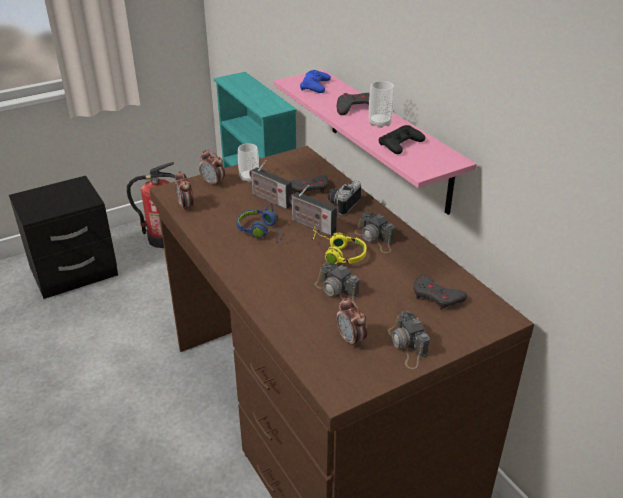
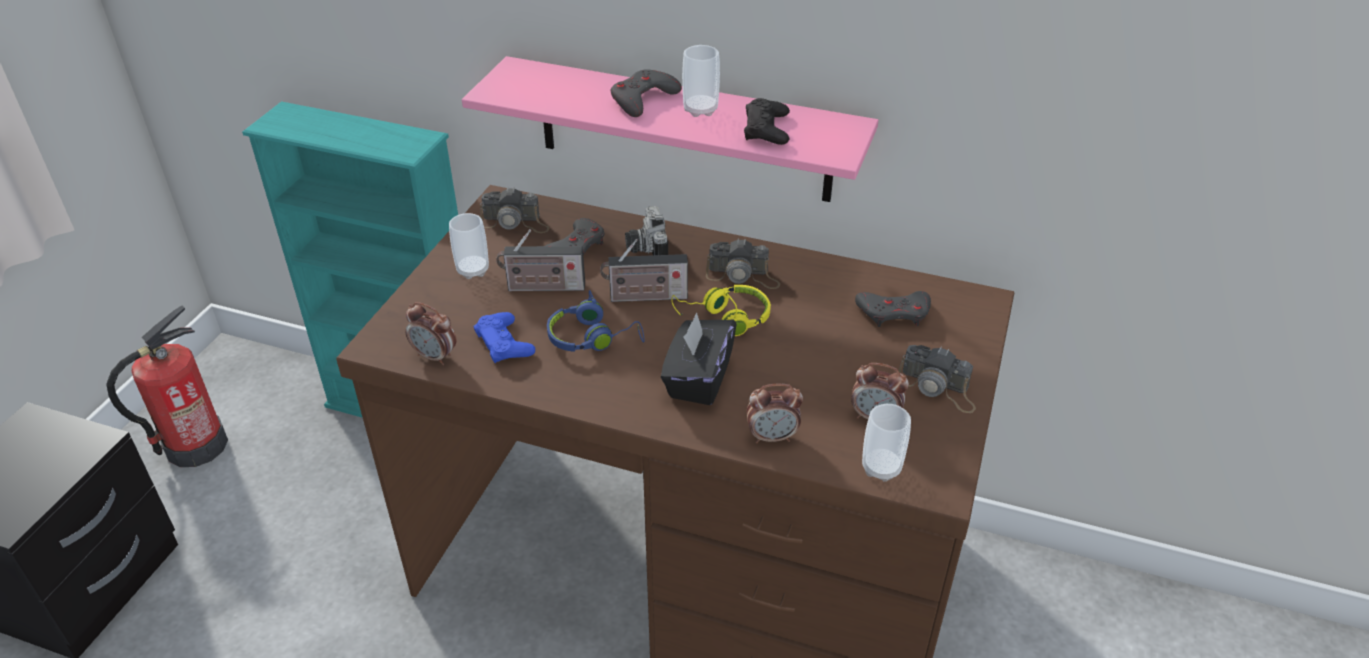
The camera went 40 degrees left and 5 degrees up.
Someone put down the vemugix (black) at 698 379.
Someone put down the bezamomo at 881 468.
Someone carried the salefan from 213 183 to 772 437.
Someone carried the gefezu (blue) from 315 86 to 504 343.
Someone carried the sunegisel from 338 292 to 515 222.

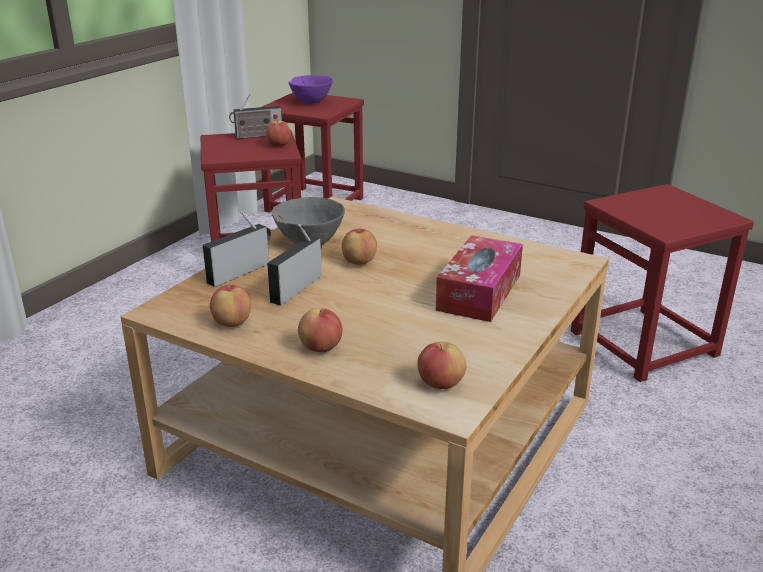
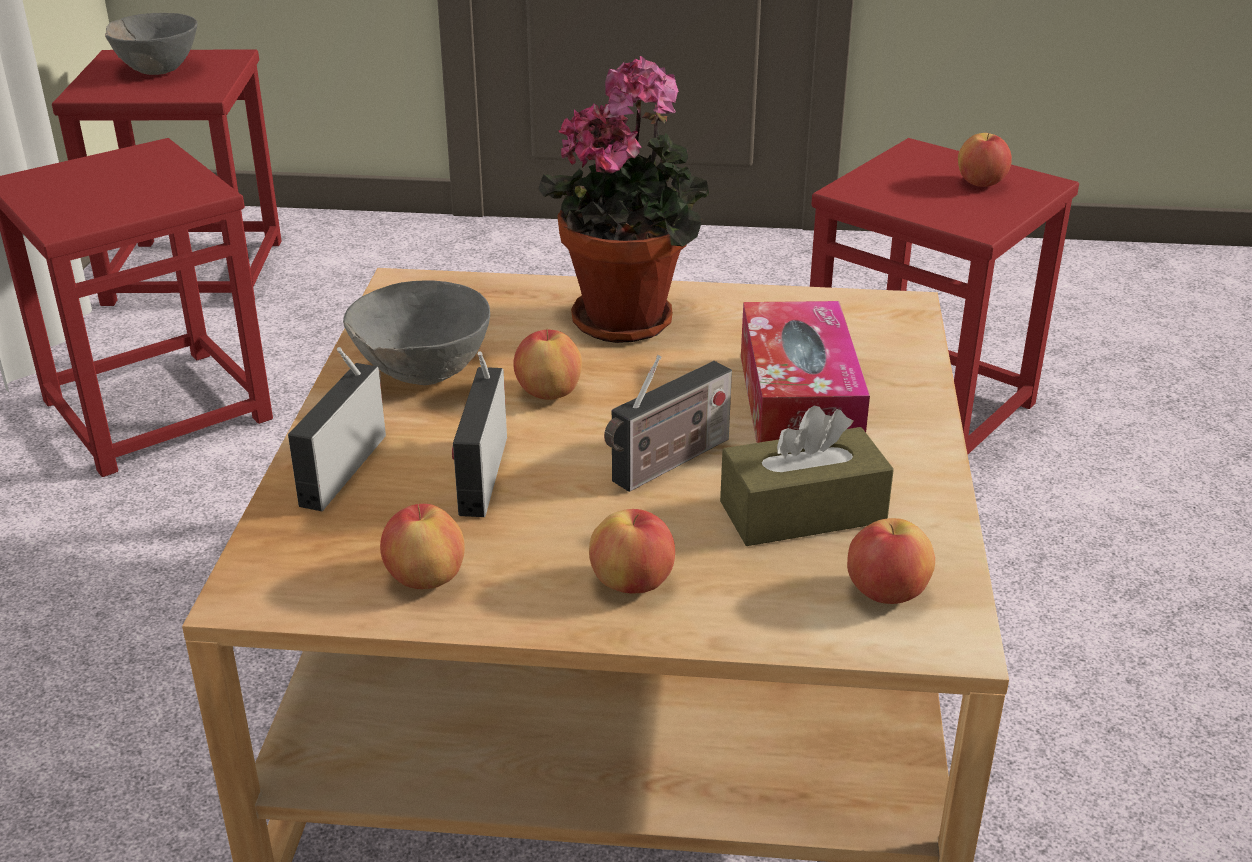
The camera went 25 degrees left and 5 degrees up.
Someone put down the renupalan at 630 318.
Someone put down the vemugix (brown) at 802 512.
Someone carried the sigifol from 257 136 to 667 464.
Someone carried the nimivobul from 279 145 to 981 184.
Someone repainted the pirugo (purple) at 310 102, which became the pirugo (grey) at 157 70.

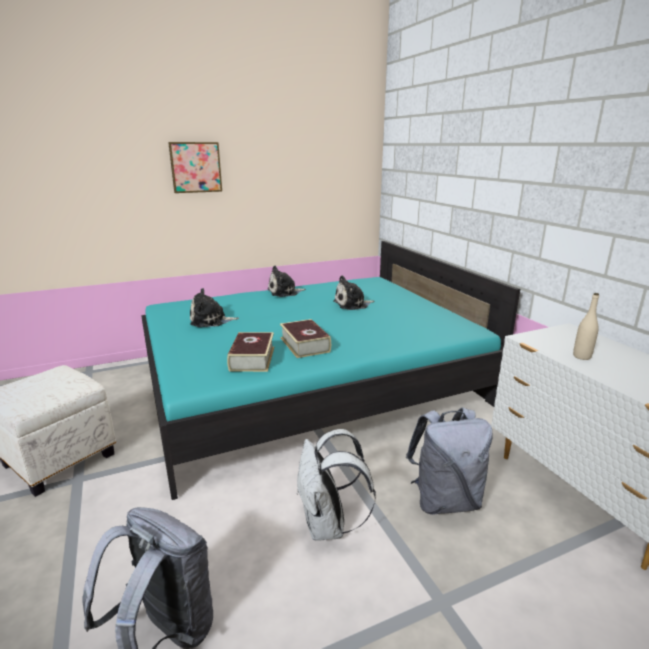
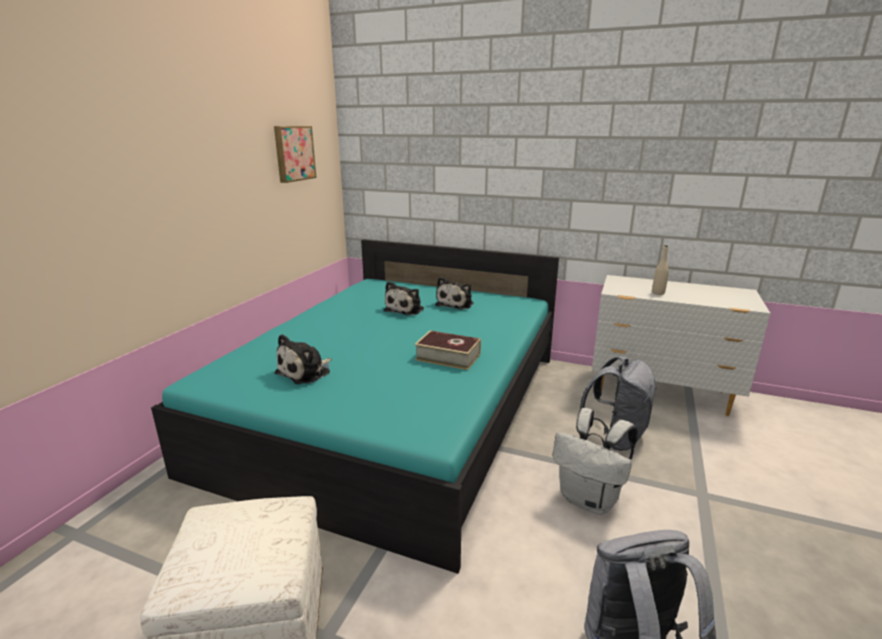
The camera went 45 degrees left and 0 degrees up.
Someone took away the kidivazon at 252 358.
Someone carried the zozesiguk from 195 167 to 293 153.
Someone carried the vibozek from 284 292 to 456 304.

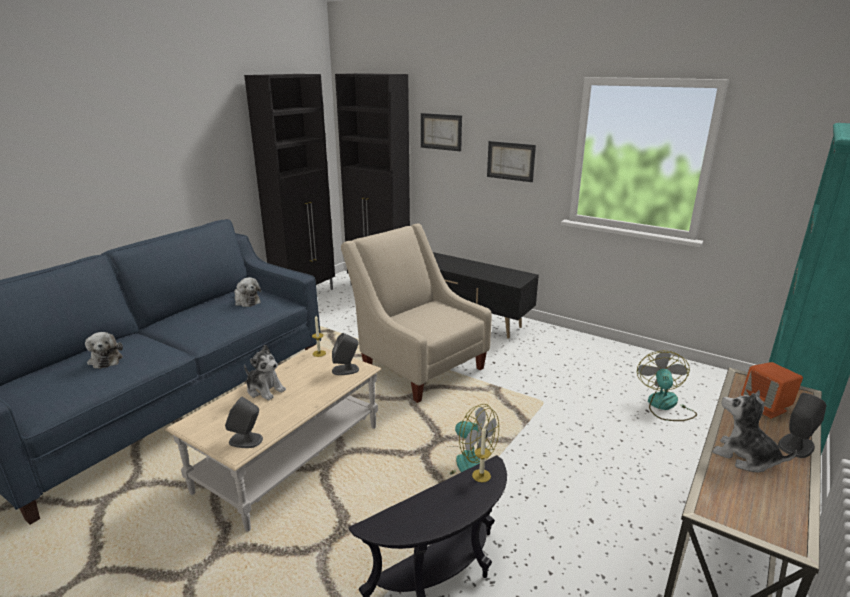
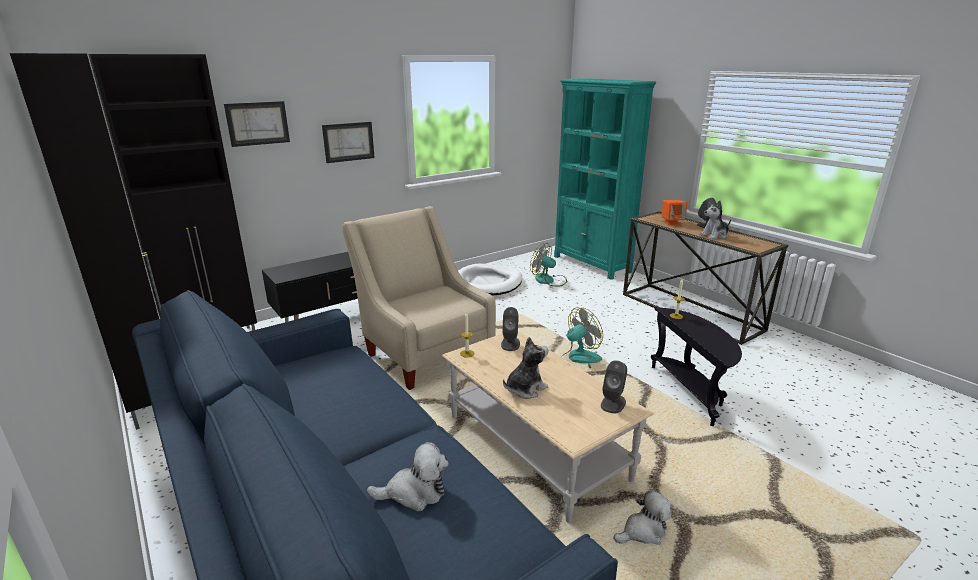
The camera went 70 degrees left and 0 degrees up.
Someone put down the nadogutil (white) at 487 283.
Someone carried the vibozek from 246 301 to 643 531.
Someone rotated the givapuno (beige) at 418 366 by 75 degrees clockwise.

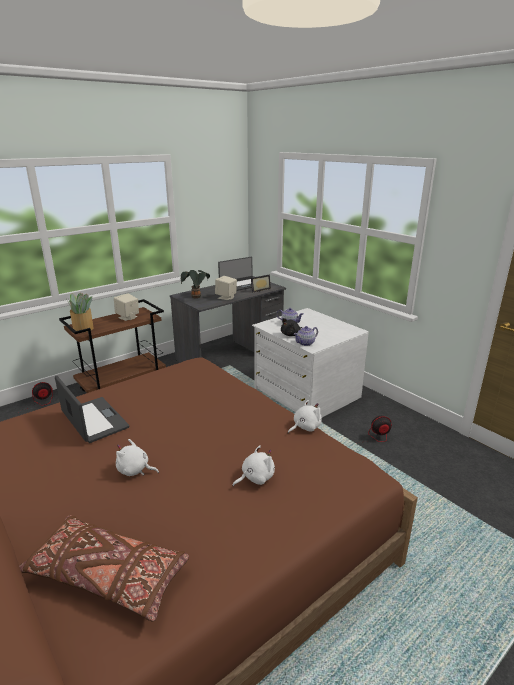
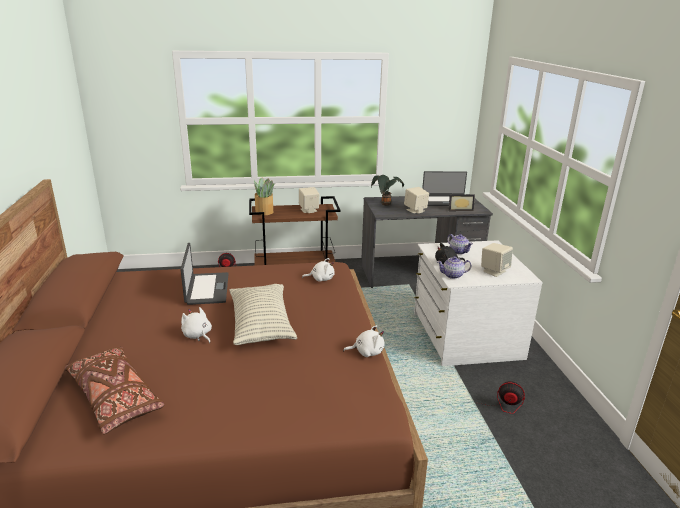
The camera went 30 degrees right and 0 degrees up.
Someone put down the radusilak at 261 325.
Someone put down the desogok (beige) at 494 271.
Someone carried the vibozek (white) from 255 477 to 321 279.

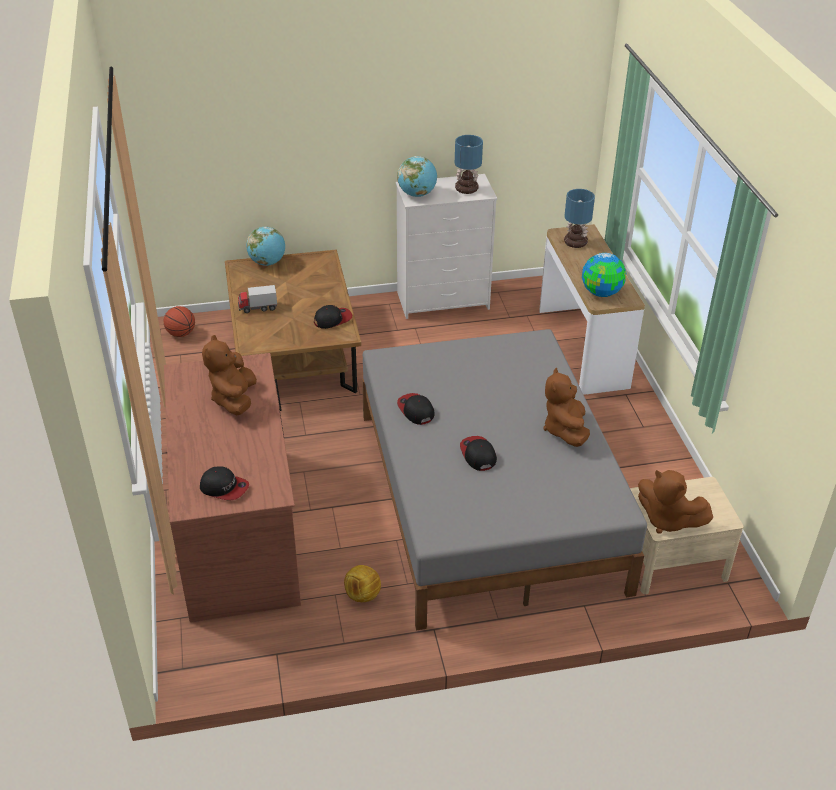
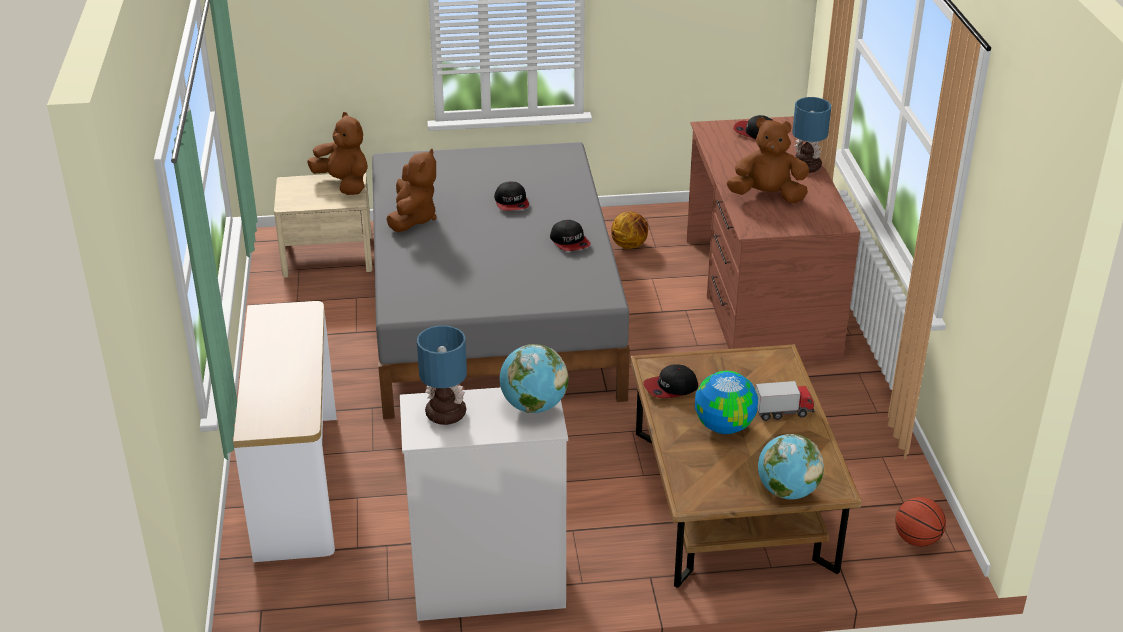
The camera went 175 degrees left and 5 degrees down.
Someone carried the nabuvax from 574 242 to 807 167.
Someone carried the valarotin from 601 292 to 723 426.
Someone swapped the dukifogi at 362 595 for the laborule at 630 245.
Someone rotated the vibozek (brown) at 234 399 by 90 degrees counterclockwise.

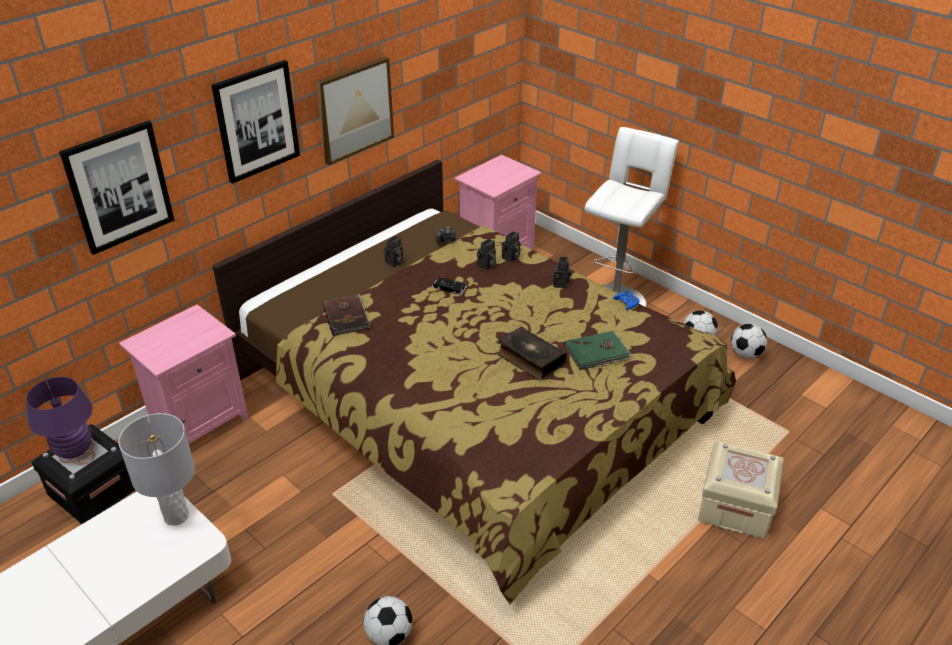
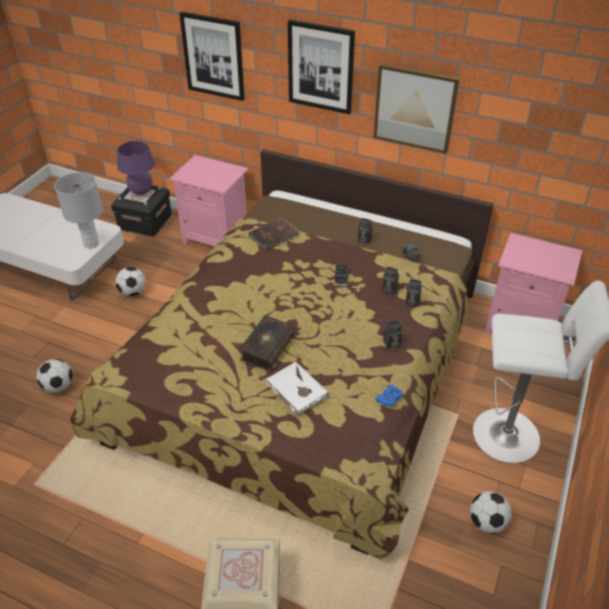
The camera went 70 degrees right and 5 degrees up.
Someone carried the dukifogi from 745 354 to 132 292.
Someone repainted the kidivazon (green) at 597 353, which became the kidivazon (white) at 296 390.

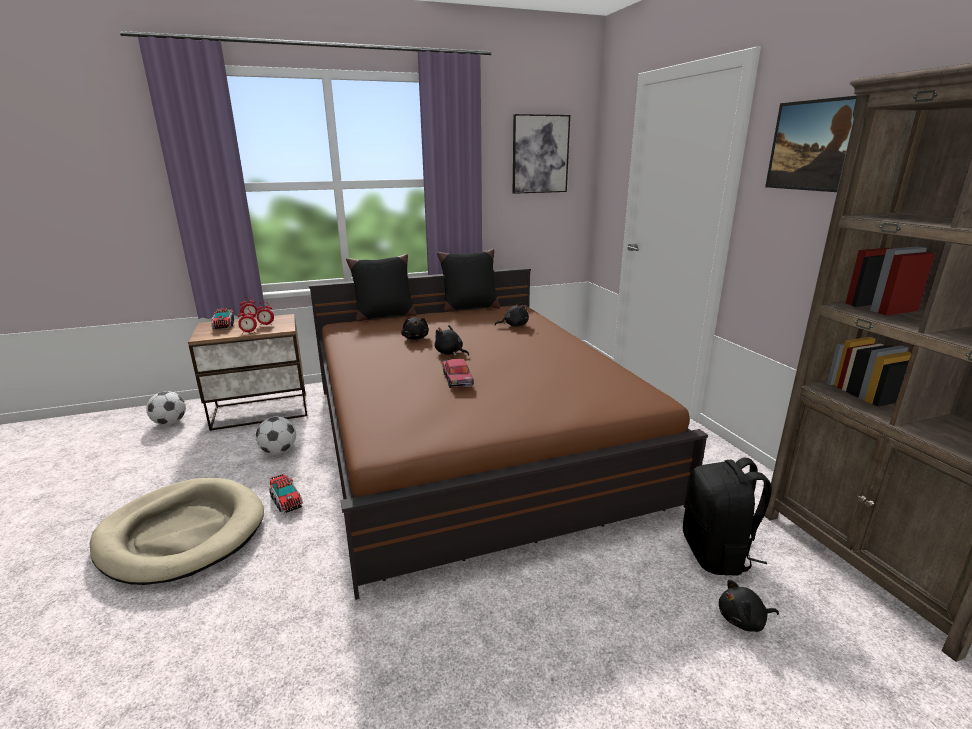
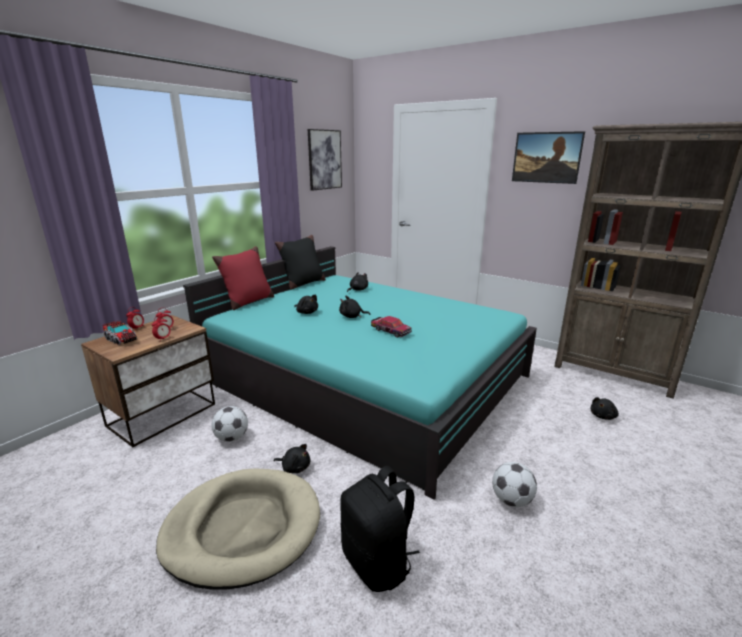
The camera went 35 degrees left and 0 degrees up.
Someone carried the dukifogi from 170 423 to 511 500.
Someone carried the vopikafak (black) from 717 554 to 378 562.
Someone swapped the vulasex at 286 500 for the vibozek (black) at 294 467.
Someone repainted the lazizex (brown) at 470 439, which became the lazizex (turquoise) at 365 378.
Someone repainted the radusilak (black) at 384 316, which became the radusilak (red) at 248 302.

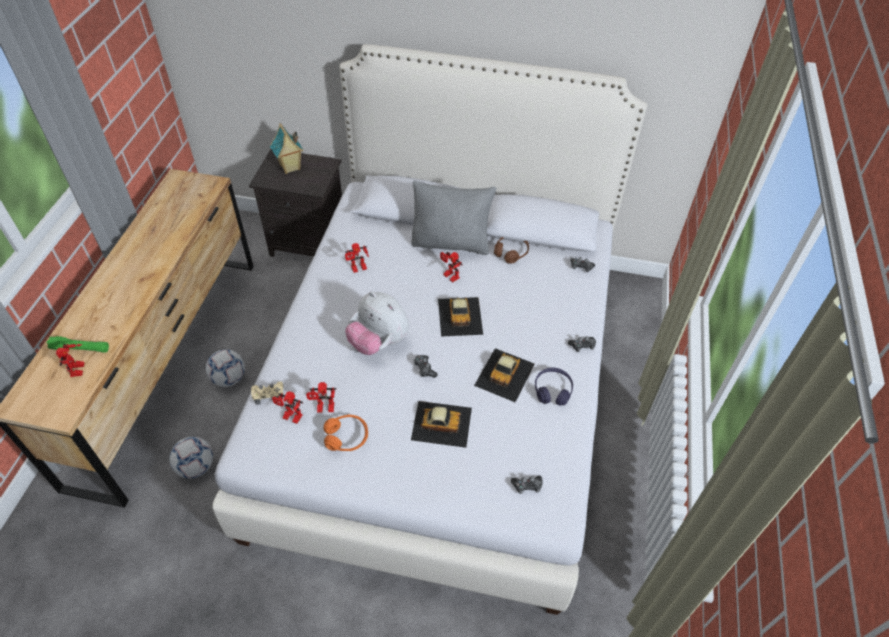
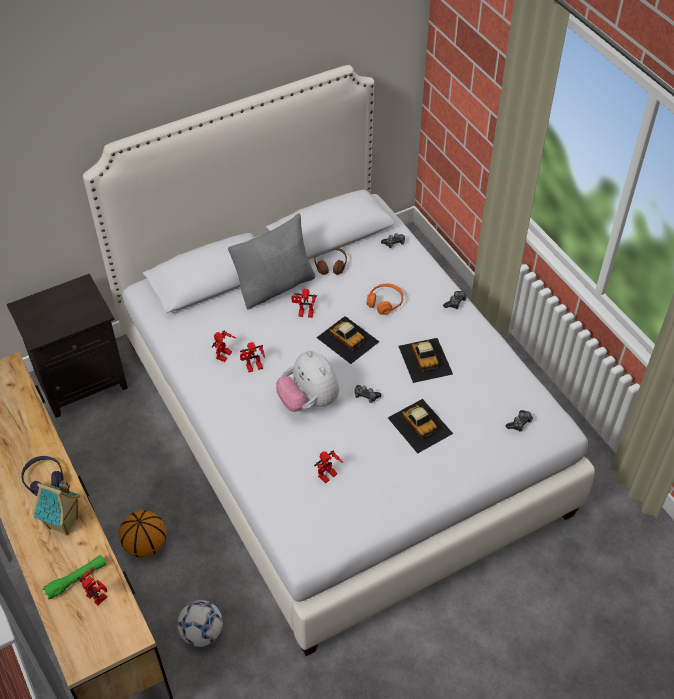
The camera went 40 degrees left and 0 degrees up.
Someone took away the gefezu (beige) at 268 394.
Someone carried the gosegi from 290 168 to 64 524.
Someone carried the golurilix from 290 418 to 253 368.
Someone carried the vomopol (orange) from 346 437 to 385 302.
Someone carried the vomopol (purple) from 552 390 to 44 479.
Someone swapped the dukifogi at 229 378 for the laborule at 145 545.
Someone rotated the vibozek at 378 342 by 60 degrees clockwise.
Someone rotated the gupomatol at 441 423 by 90 degrees clockwise.

